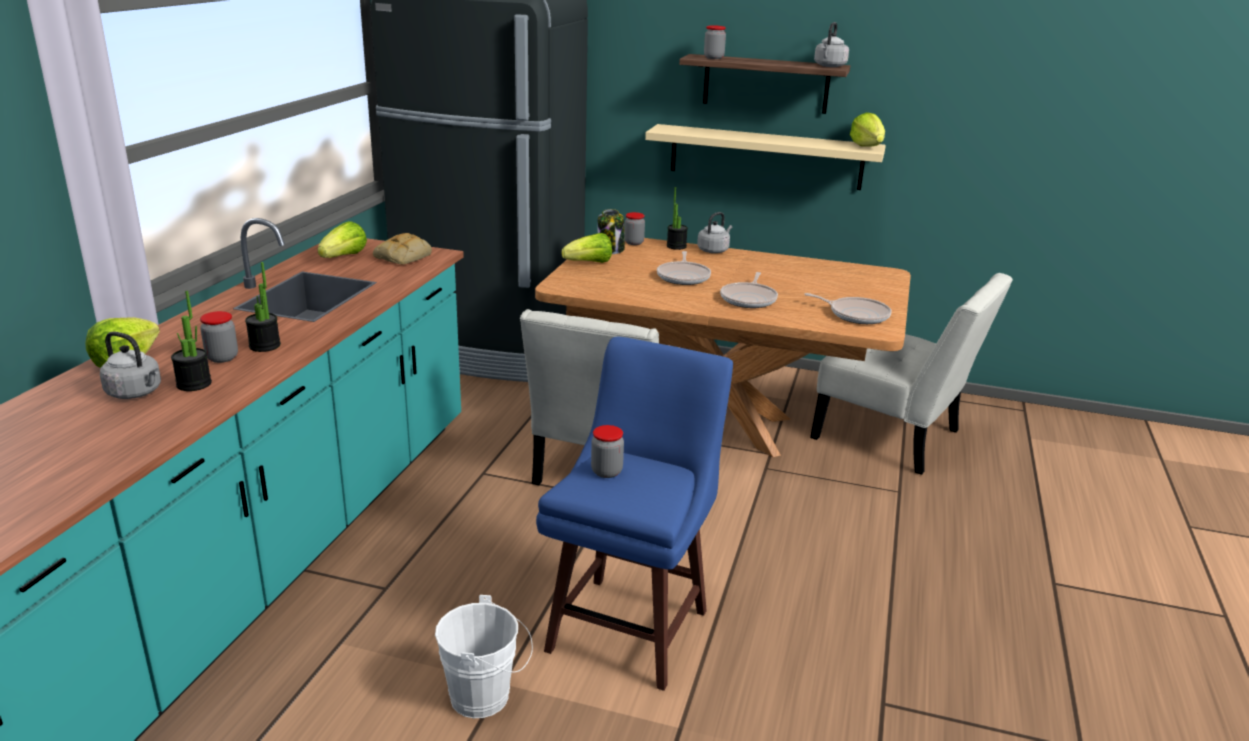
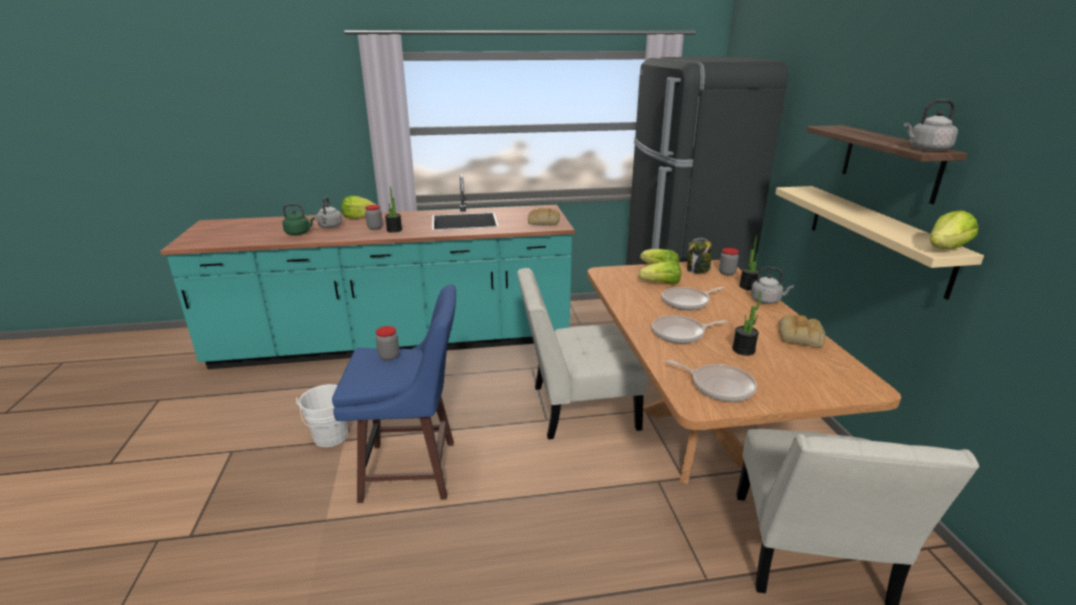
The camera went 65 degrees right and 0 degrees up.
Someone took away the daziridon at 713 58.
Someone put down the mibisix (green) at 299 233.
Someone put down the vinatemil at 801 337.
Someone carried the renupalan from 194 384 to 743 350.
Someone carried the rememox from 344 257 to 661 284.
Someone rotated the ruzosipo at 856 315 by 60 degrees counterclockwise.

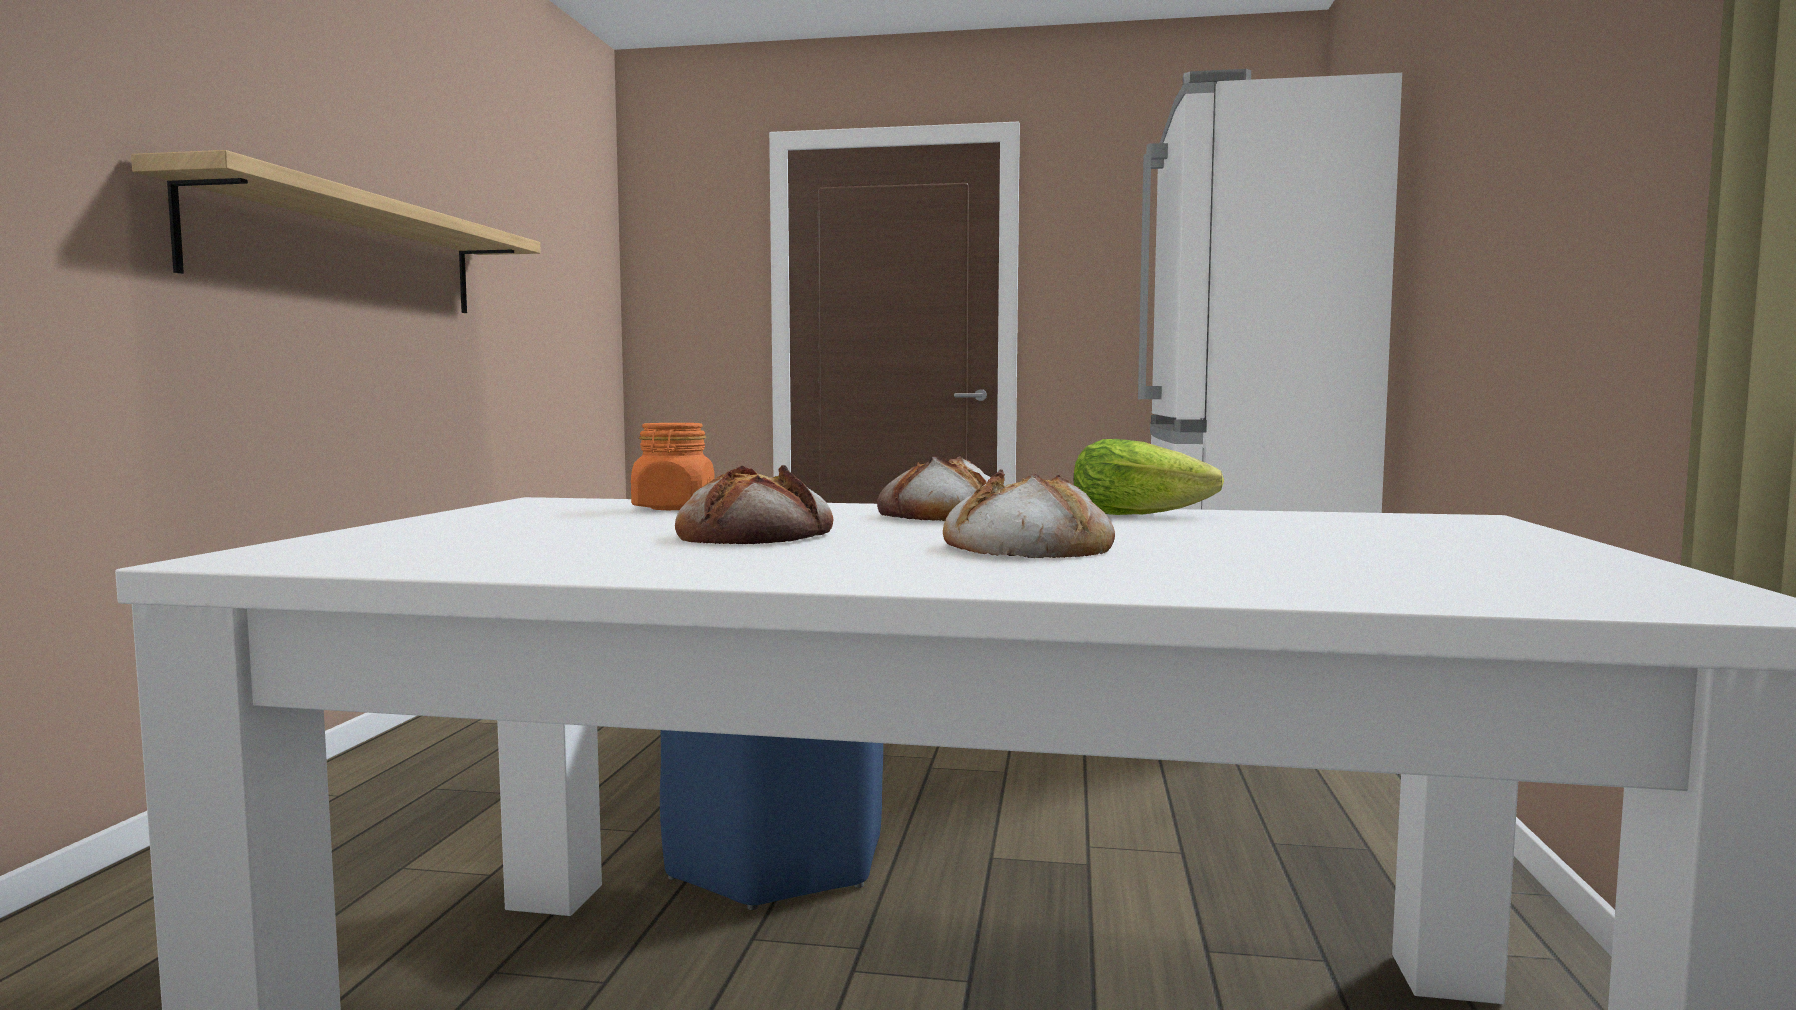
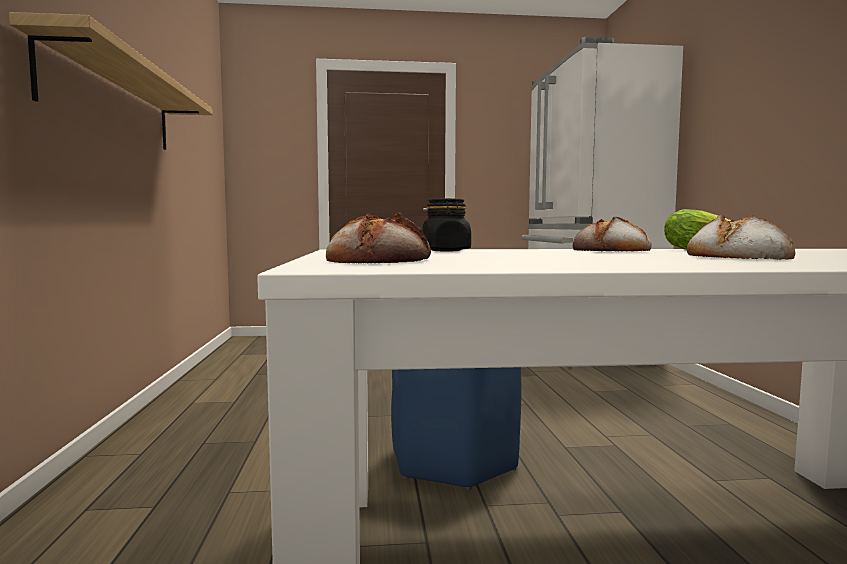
The camera went 15 degrees left and 0 degrees up.
Someone carried the vinatemil from 756 534 to 379 260.
Someone repainted the daziridon (orange) at 674 508, which became the daziridon (black) at 446 250.

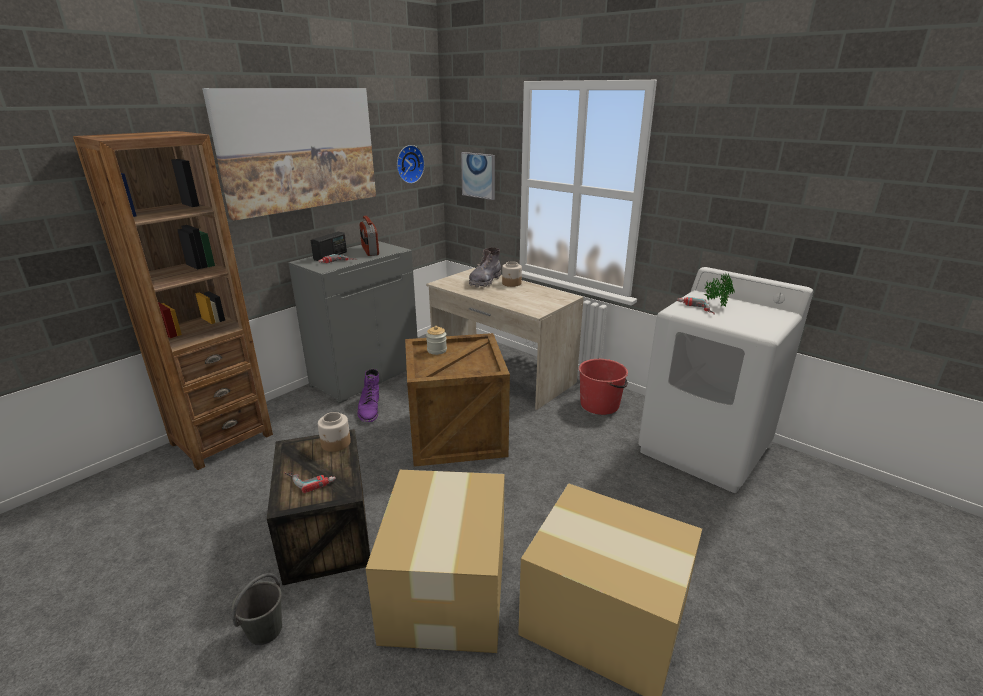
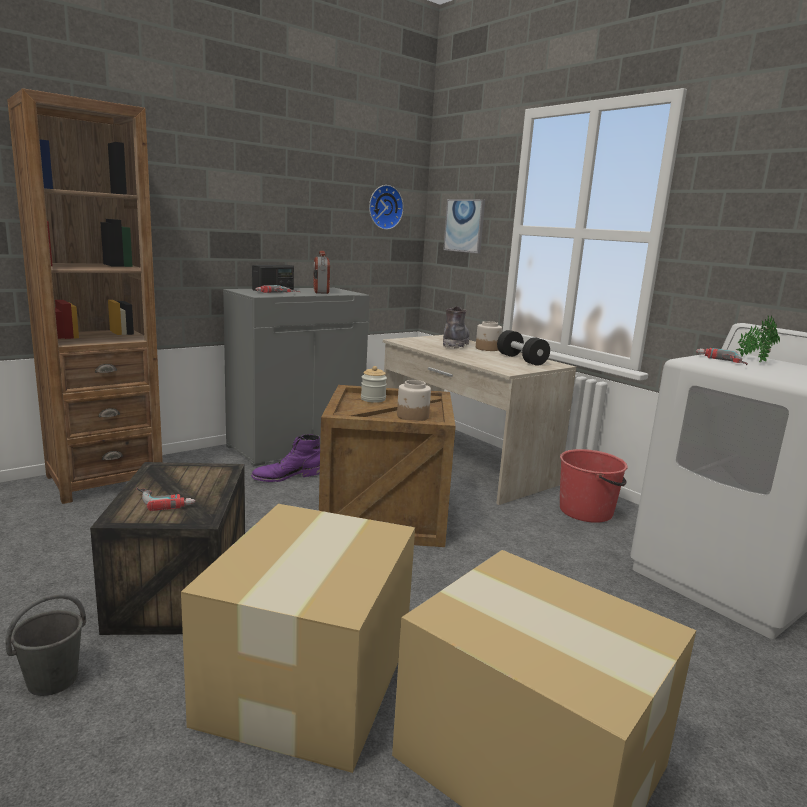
The camera went 10 degrees right and 10 degrees down.
Someone took away the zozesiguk at 299 150.
Someone put down the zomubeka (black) at 521 360.
Someone carried the daziridon from 336 443 to 413 416.
Someone rotated the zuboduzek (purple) at 369 409 by 60 degrees clockwise.
Someone rotated the zuboduzek (grey) at 485 281 by 150 degrees clockwise.

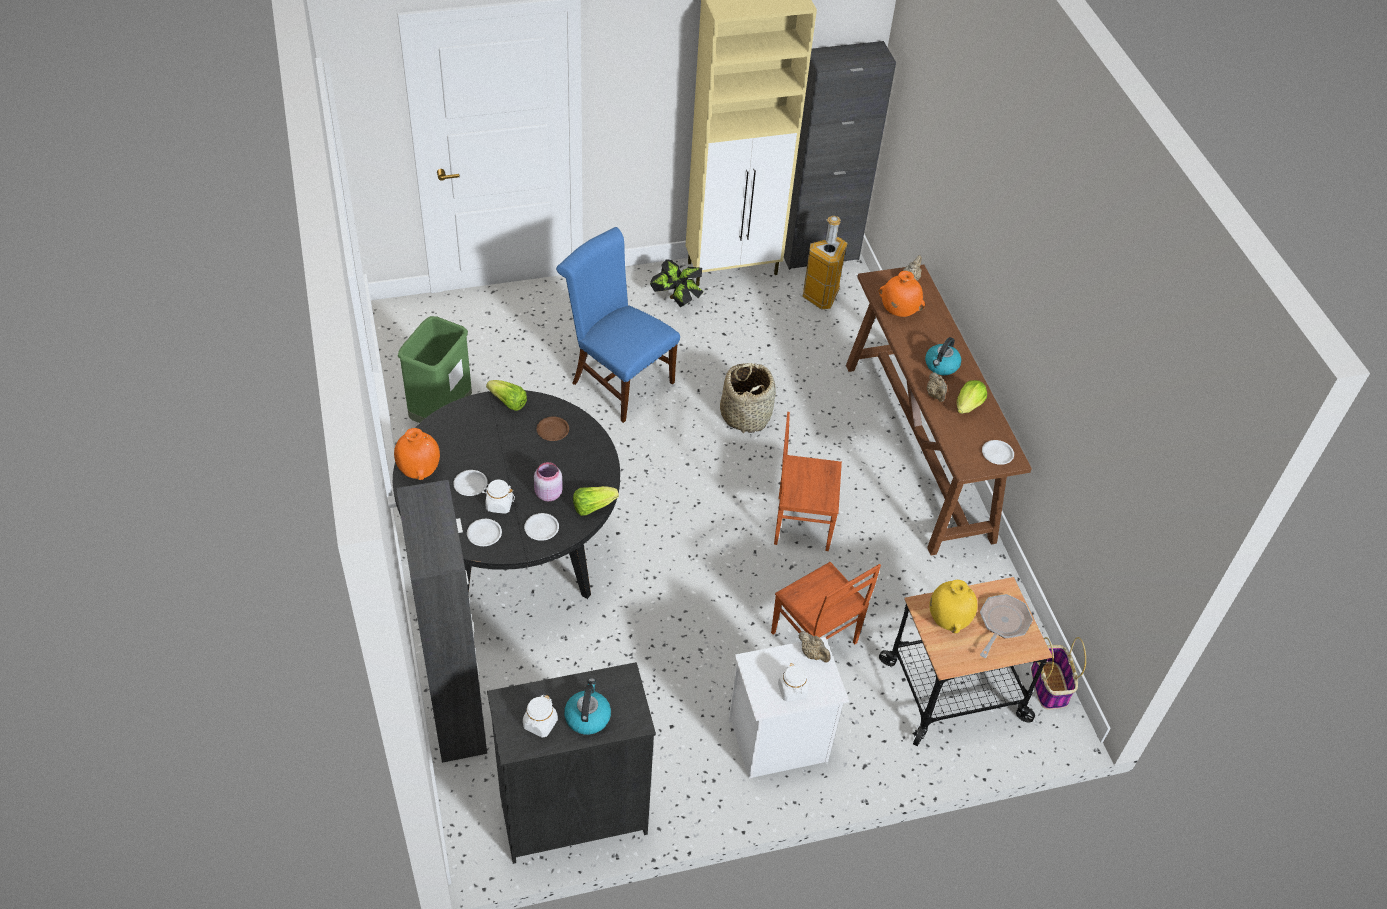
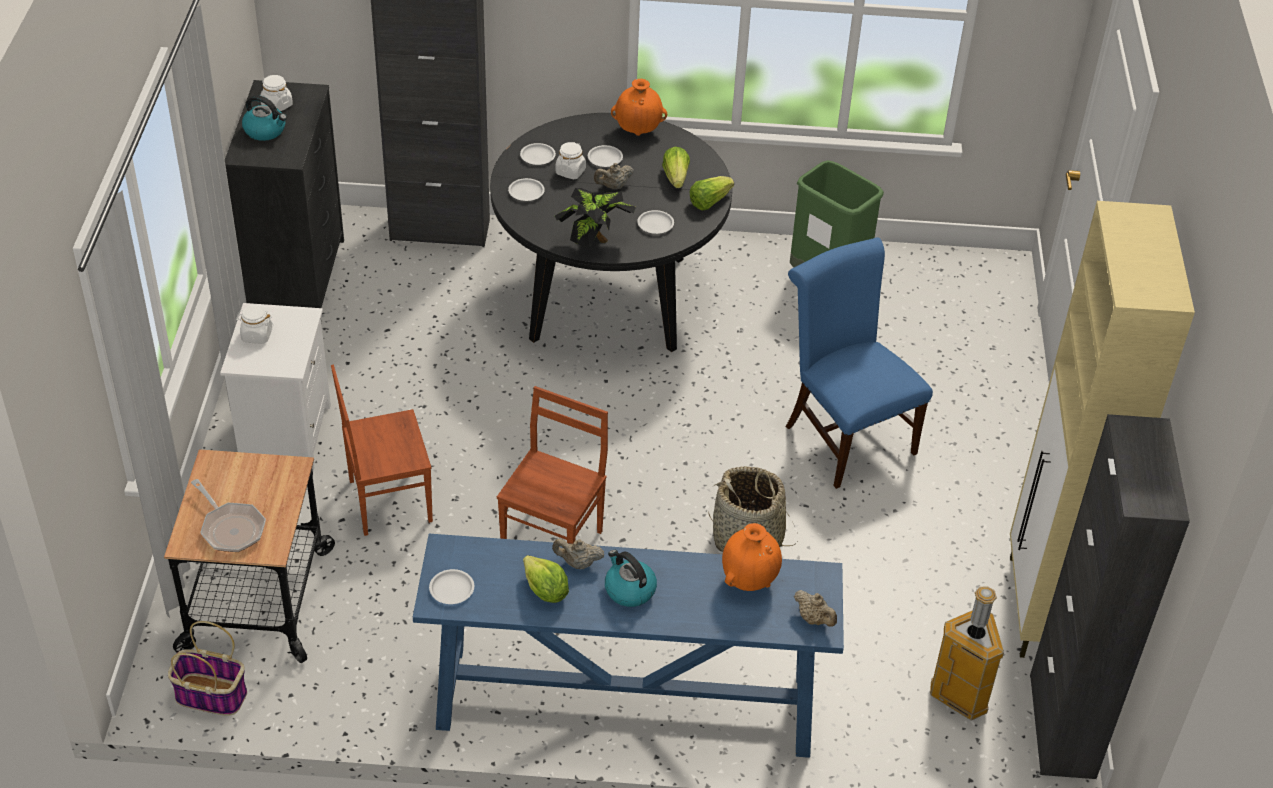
The camera went 110 degrees right and 5 degrees down.
Someone took away the daziridon (pink) at 547 493.
Someone took away the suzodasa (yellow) at 948 619.
Someone carried the rememox from 593 506 to 676 178.
Someone carried the renupalan from 676 300 to 594 242.
Someone carried the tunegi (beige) from 813 654 to 613 186.
Someone repainted the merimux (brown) at 553 431, which became the merimux (white) at 655 224.
Someone repainted the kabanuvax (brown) at 918 451, which became the kabanuvax (blue) at 623 702.
Someone rotated the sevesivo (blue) at 617 380 by 90 degrees counterclockwise.

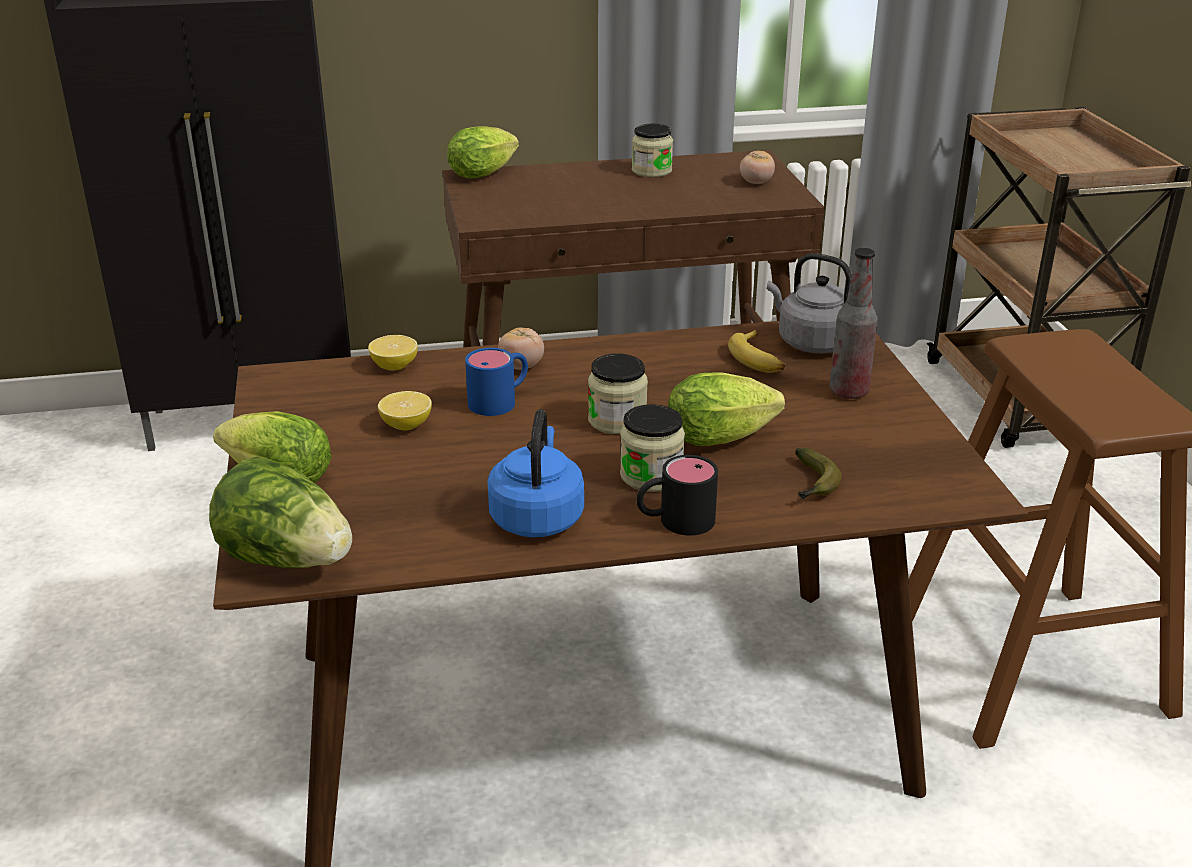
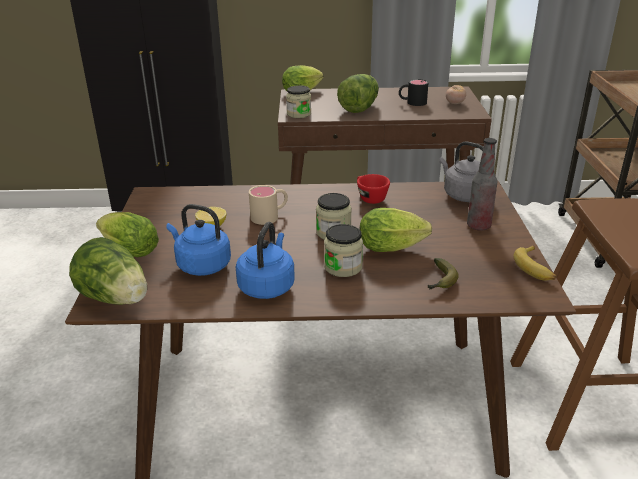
The camera went 10 degrees right and 0 degrees up.
Someone took away the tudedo at 394 366.
Someone took away the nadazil at 521 366.
Someone put down the mibisix (blue) at 201 265.
Someone put down the rememox at 359 108.
Someone put down the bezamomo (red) at 369 198.
Someone carried the daziridon from 651 171 to 299 114.
Someone carried the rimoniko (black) from 675 521 to 412 102.
Someone carried the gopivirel from 758 359 to 535 268.
Someone repainted the rimoniko (blue) at 500 400, which became the rimoniko (beige) at 270 216.

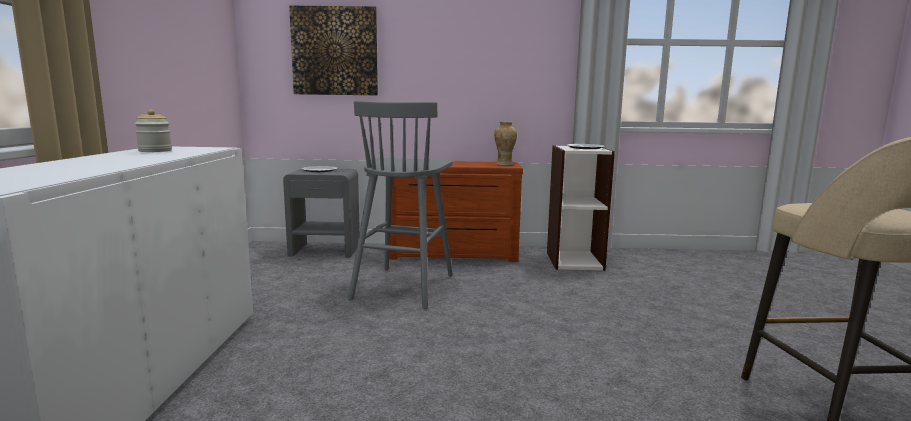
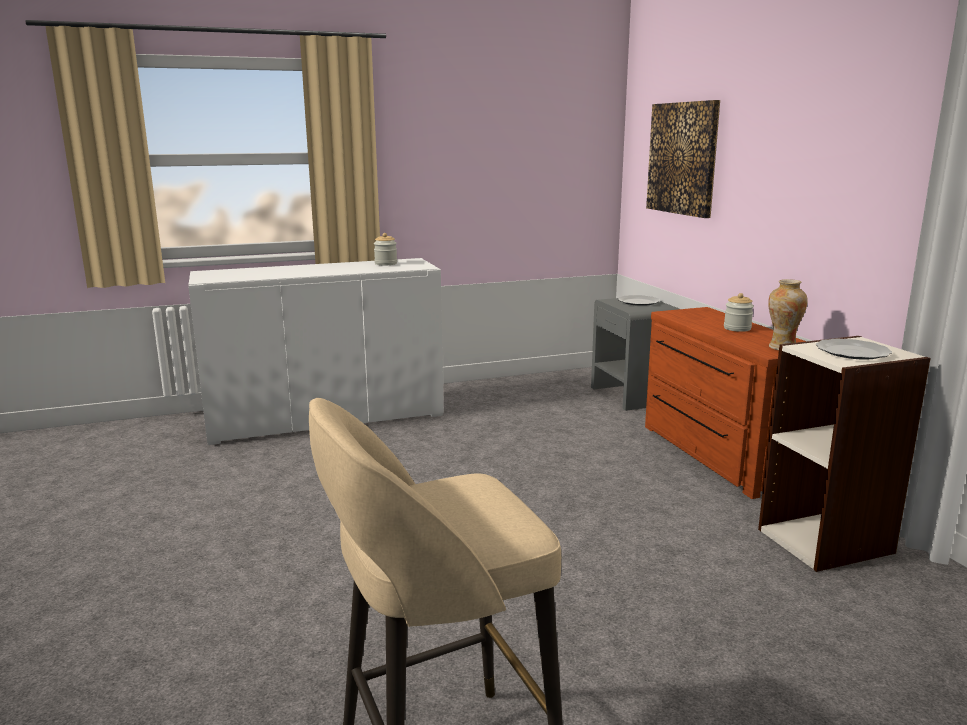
The camera went 70 degrees right and 5 degrees up.
Someone took away the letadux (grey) at 404 286.
Someone put down the daziridon at 737 328.

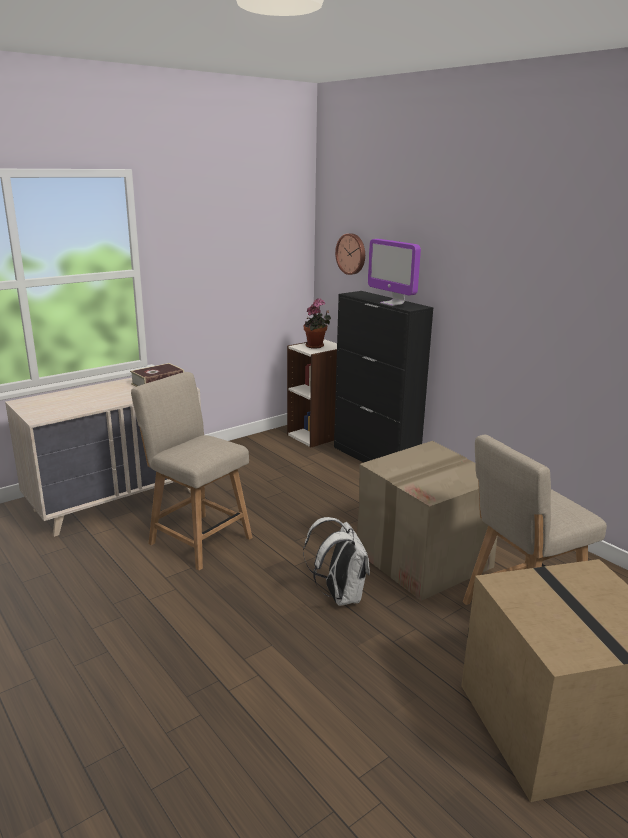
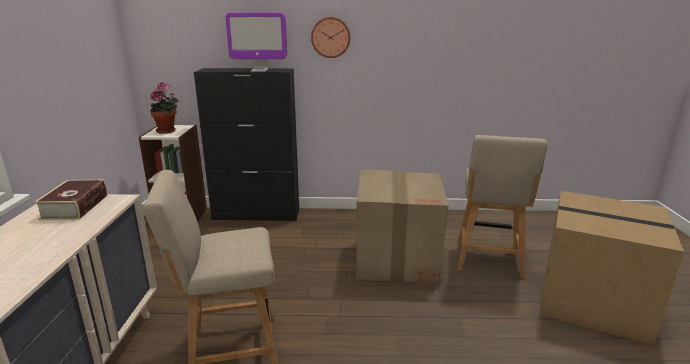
The camera went 50 degrees left and 0 degrees up.
Someone took away the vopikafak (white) at 339 595.
Someone carried the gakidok from 351 254 to 330 37.

